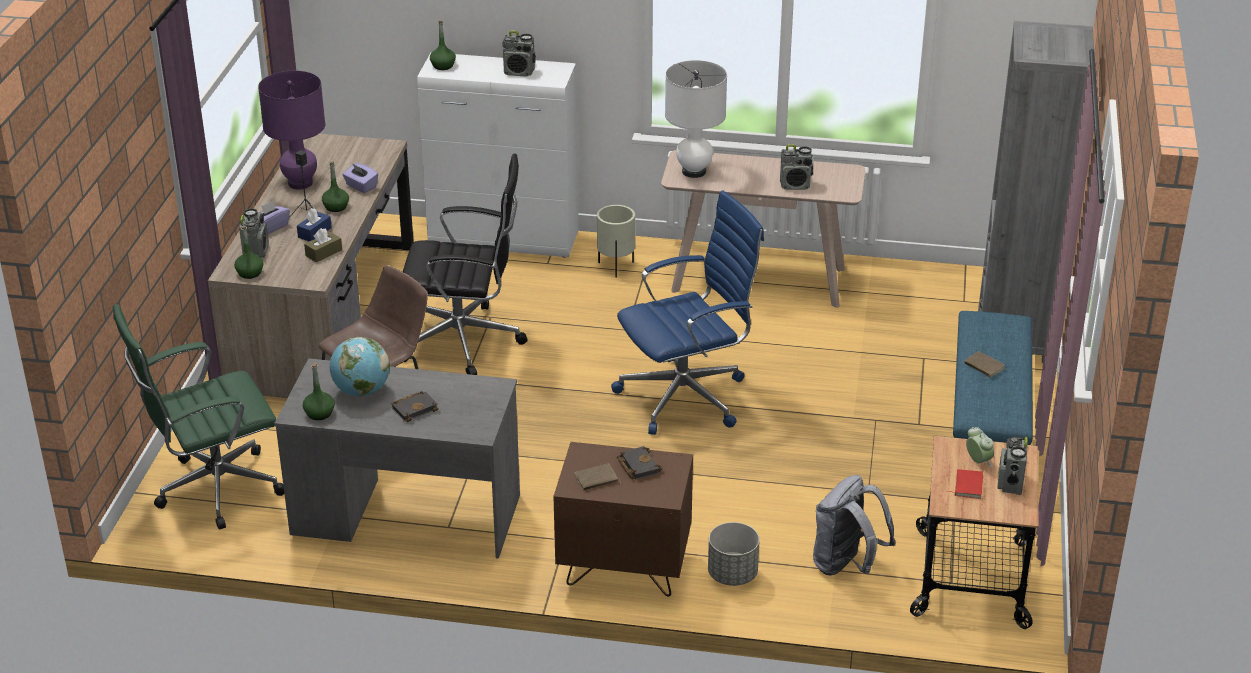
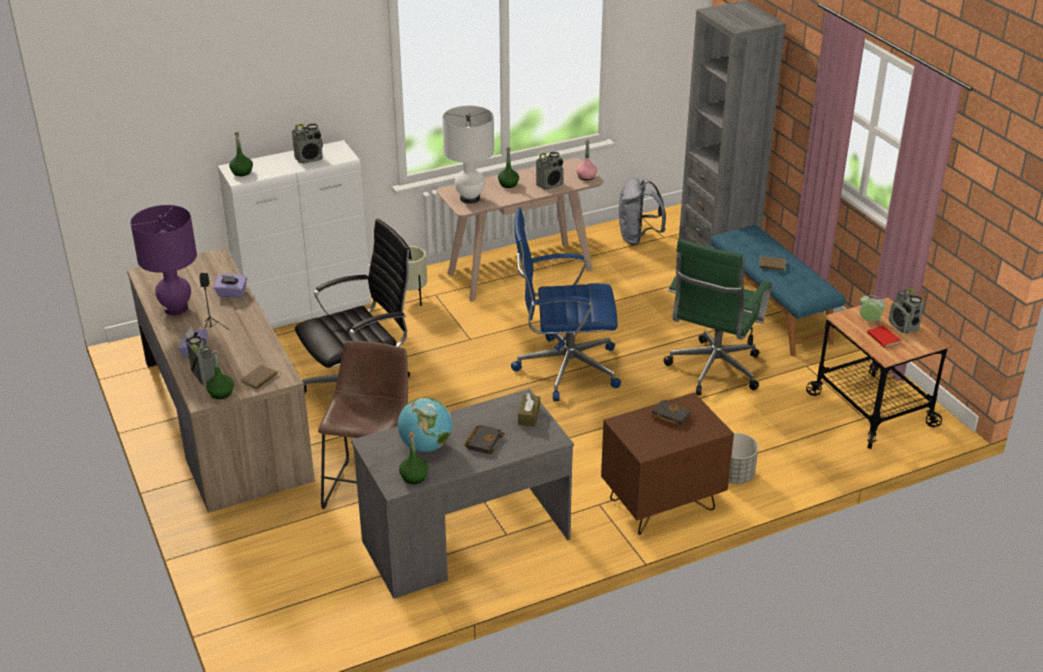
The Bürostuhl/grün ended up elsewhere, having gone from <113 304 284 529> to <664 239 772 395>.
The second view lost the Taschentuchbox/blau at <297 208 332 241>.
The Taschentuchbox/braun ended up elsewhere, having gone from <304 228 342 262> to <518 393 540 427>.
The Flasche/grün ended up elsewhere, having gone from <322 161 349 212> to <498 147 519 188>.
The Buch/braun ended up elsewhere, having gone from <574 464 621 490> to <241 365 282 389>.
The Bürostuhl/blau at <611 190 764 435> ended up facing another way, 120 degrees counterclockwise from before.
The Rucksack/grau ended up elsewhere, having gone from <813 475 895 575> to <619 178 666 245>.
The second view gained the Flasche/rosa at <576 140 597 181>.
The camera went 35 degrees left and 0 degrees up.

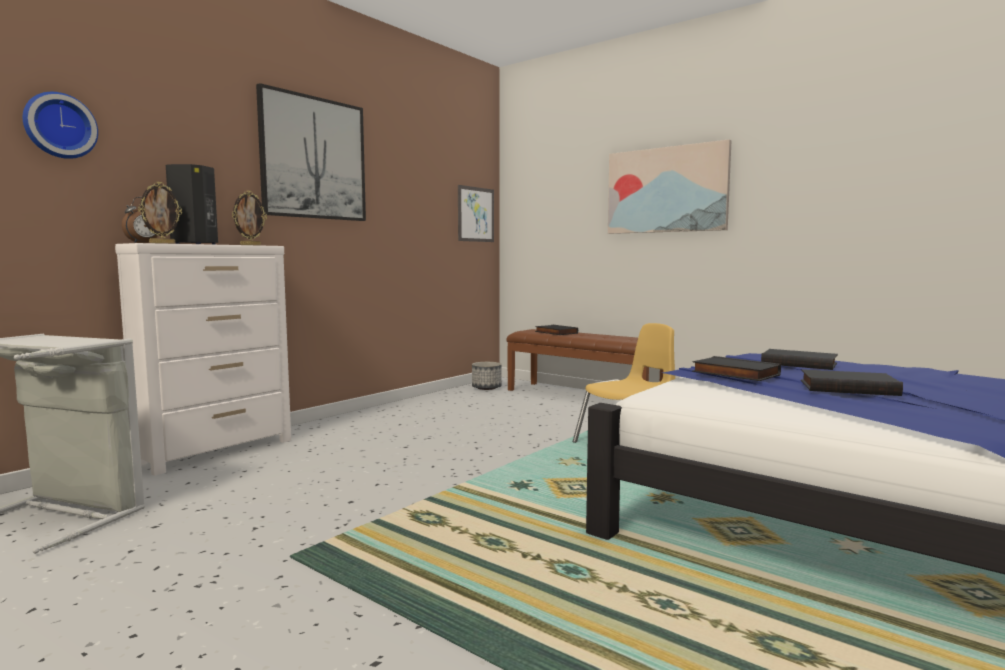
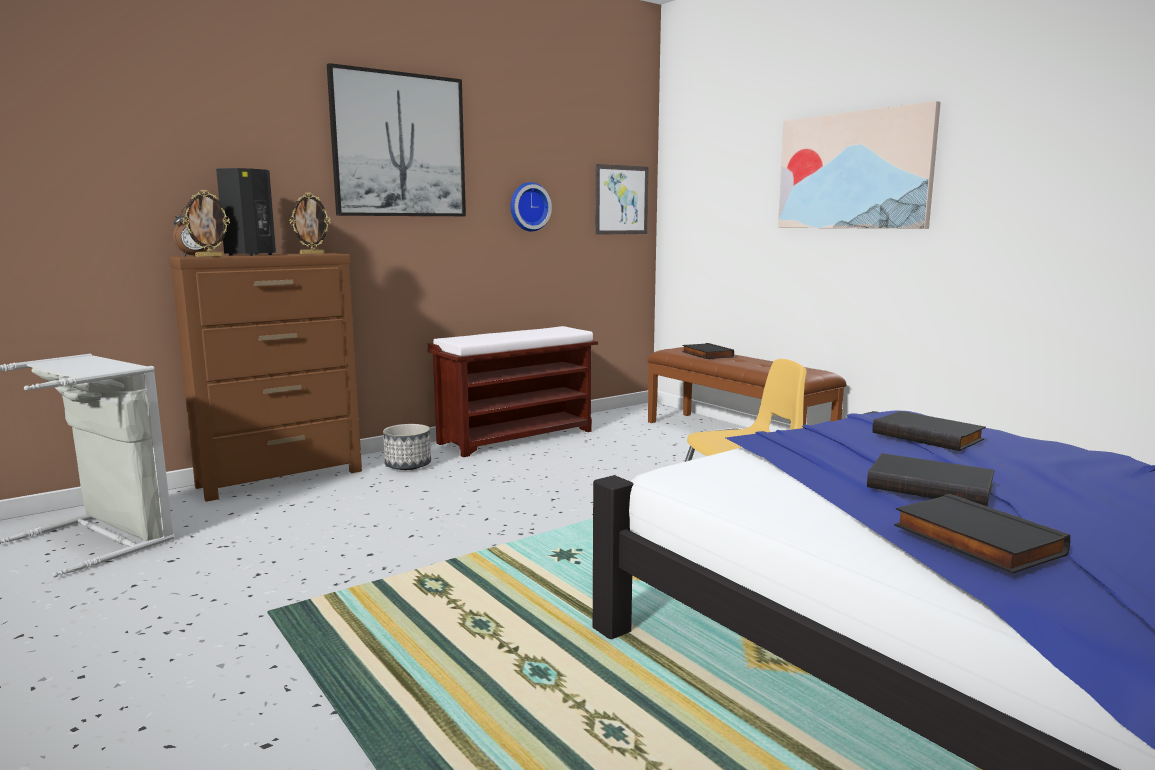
The Wanduhr ended up elsewhere, having gone from <23 92 98 159> to <511 182 552 232>.
What was the Kommode/weiß at <115 243 291 476> turned into the Kommode/braun at <169 253 362 502>.
The Pflanzkübel ended up elsewhere, having gone from <472 362 502 390> to <383 424 431 470>.
The Buch/schwarz ended up elsewhere, having gone from <692 356 781 381> to <894 494 1070 574>.
The second view gained the Bank/braun at <427 326 598 457>.
The camera went 15 degrees right and 5 degrees up.

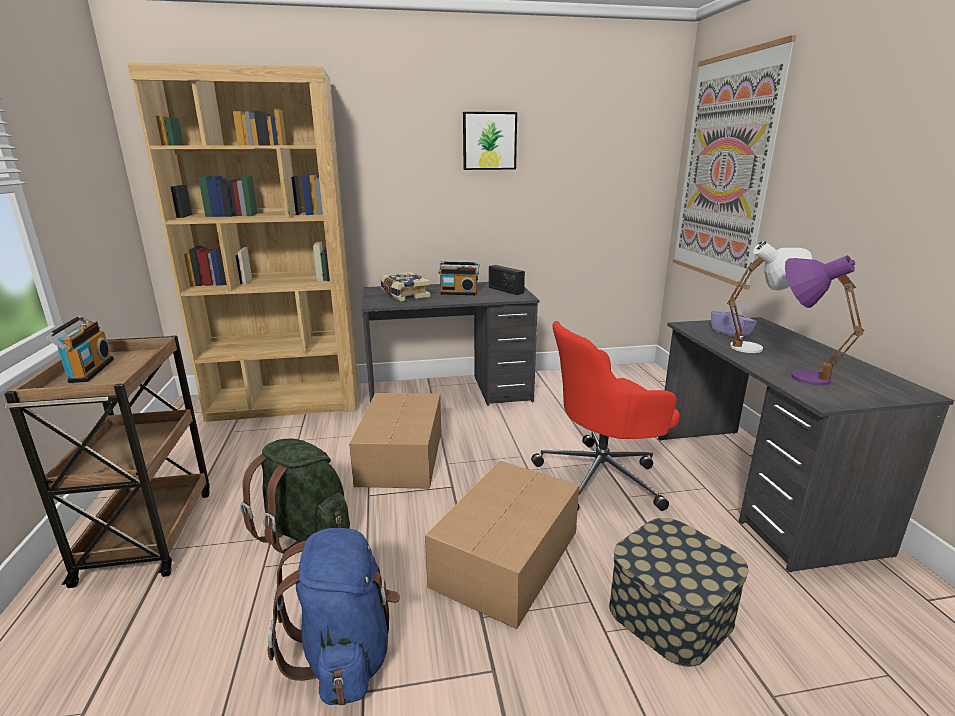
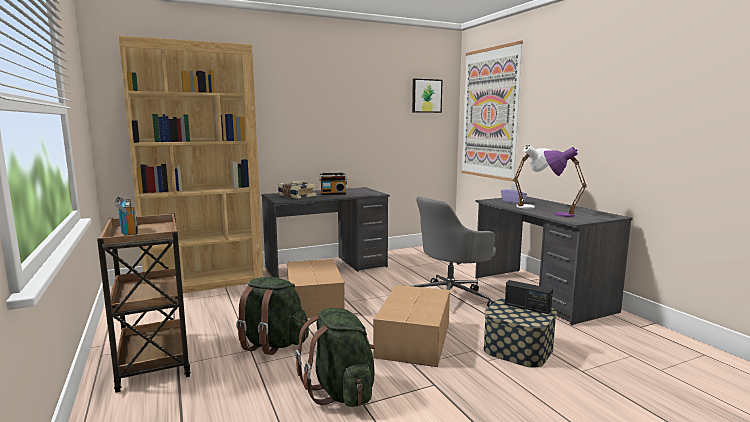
What was the Rucksack/blau at <268 528 400 705> turned into the Rucksack/grün at <295 308 375 407>.
The Bild ended up elsewhere, having gone from <463 112 517 170> to <412 79 443 113>.
The Radio ended up elsewhere, having gone from <489 265 525 295> to <505 280 553 314>.
What was the Bürostuhl/rot at <531 321 680 511> turned into the Bürostuhl/grau at <412 196 496 307>.
The camera went 15 degrees left and 10 degrees down.

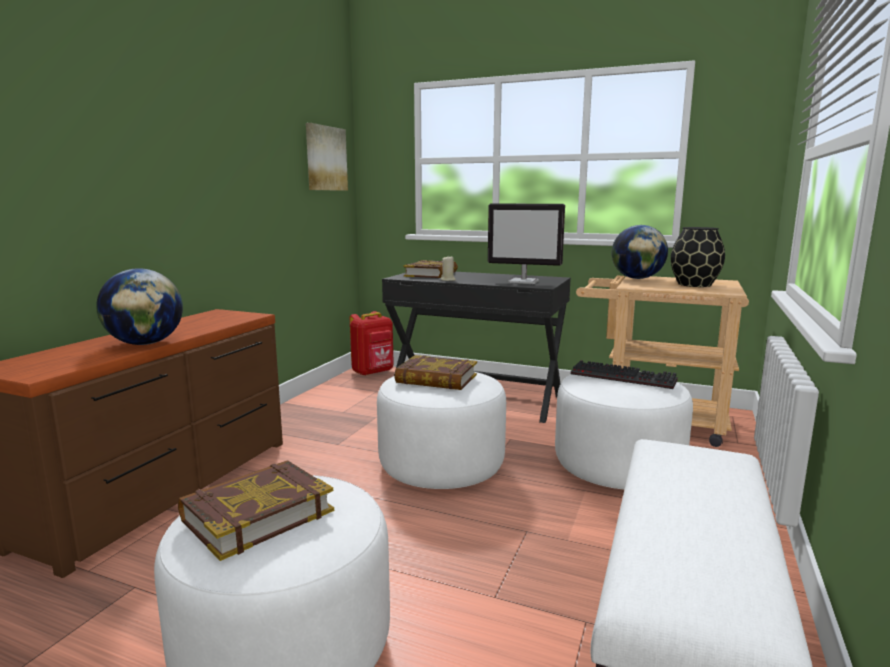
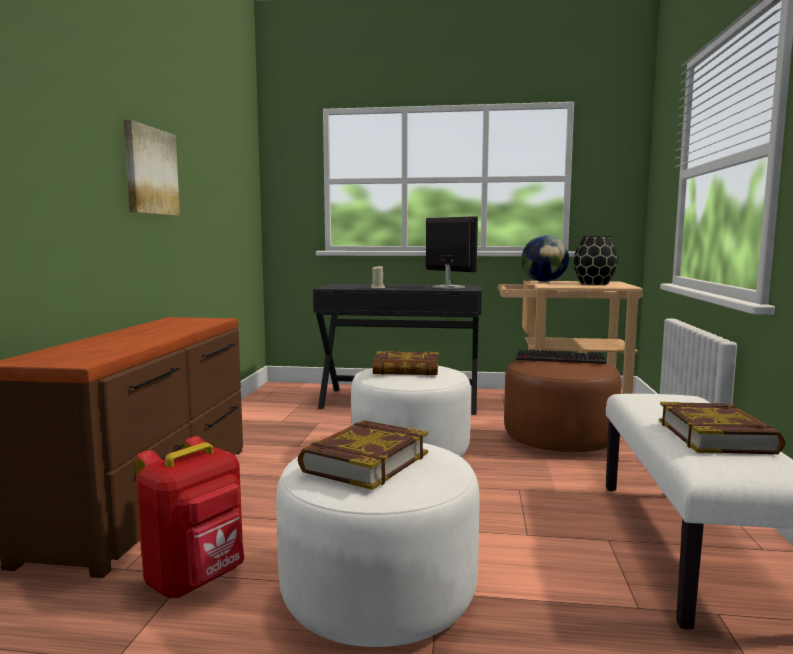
The second view lost the Globus at <96 268 183 345>.
The Bild ended up elsewhere, having gone from <306 123 348 191> to <123 120 180 216>.
The Rucksack/rot ended up elsewhere, having gone from <350 311 394 376> to <135 436 244 598>.
The Buch ended up elsewhere, having gone from <404 260 458 278> to <659 402 786 454>.
The Monitor at <488 203 565 284> ended up facing another way, 135 degrees counterclockwise from before.
What was the Polsterhocker/weiß at <555 374 693 490> turned into the Polsterhocker/braun at <504 360 621 452>.
The camera went 15 degrees left and 5 degrees down.

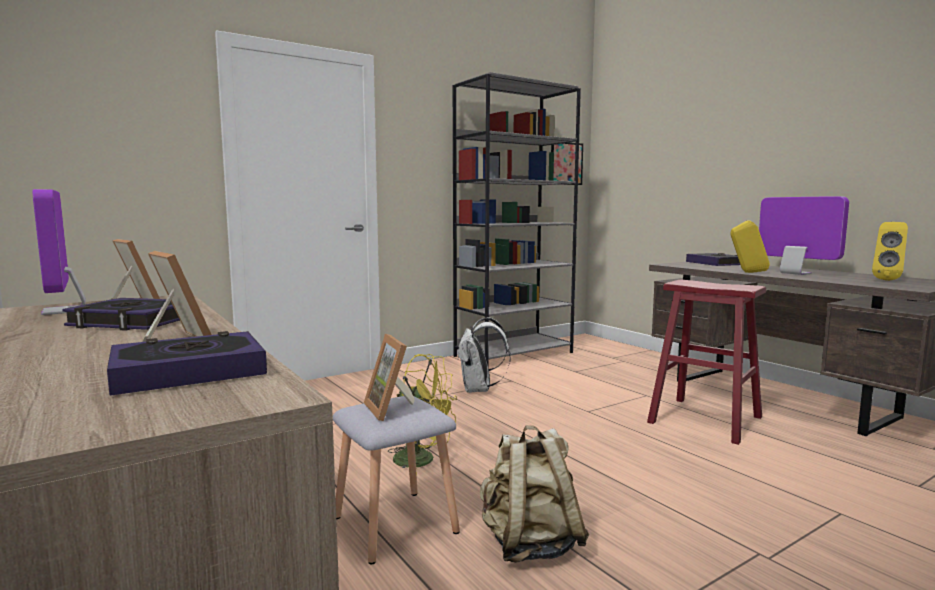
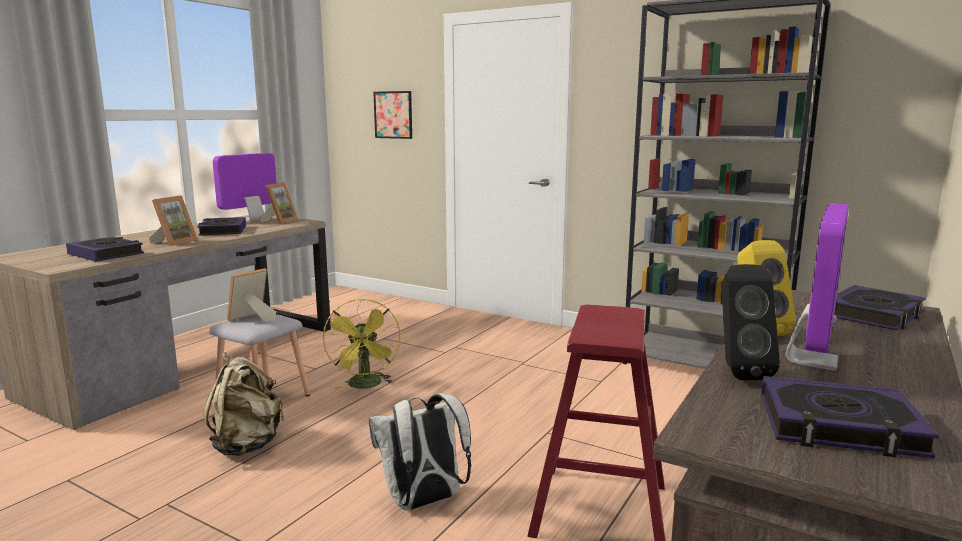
The Rucksack/weiß ended up elsewhere, having gone from <457 317 511 393> to <369 393 471 510>.
The Bild ended up elsewhere, having gone from <551 142 583 185> to <373 91 412 139>.
Where the Lautsprecher/gelb stood at <872 222 908 281>, the Buch came to stand at <761 376 939 458>.
The second view gained the Lautsprecher/schwarz at <722 264 780 380>.
The camera went 65 degrees right and 5 degrees up.

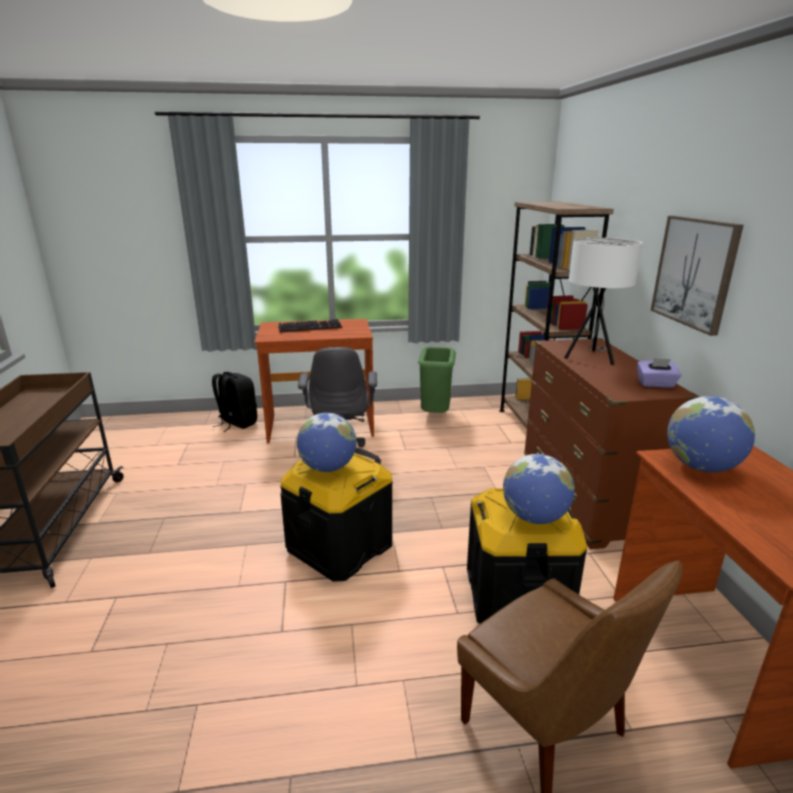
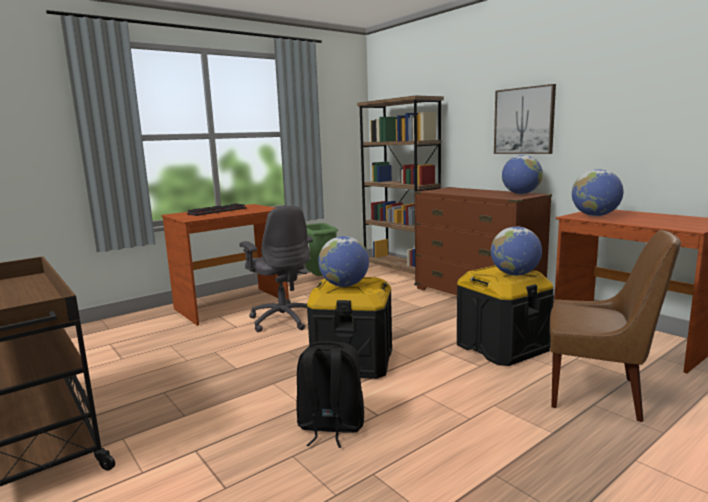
The Rucksack/schwarz ended up elsewhere, having gone from <212 372 257 432> to <296 341 364 448>.
The second view lost the Tischlampe/weiß at <564 238 643 365>.
Where the Taschentuchbox/lila stood at <637 358 681 388>, the Globus came to stand at <502 155 543 194>.
The camera went 30 degrees left and 10 degrees down.

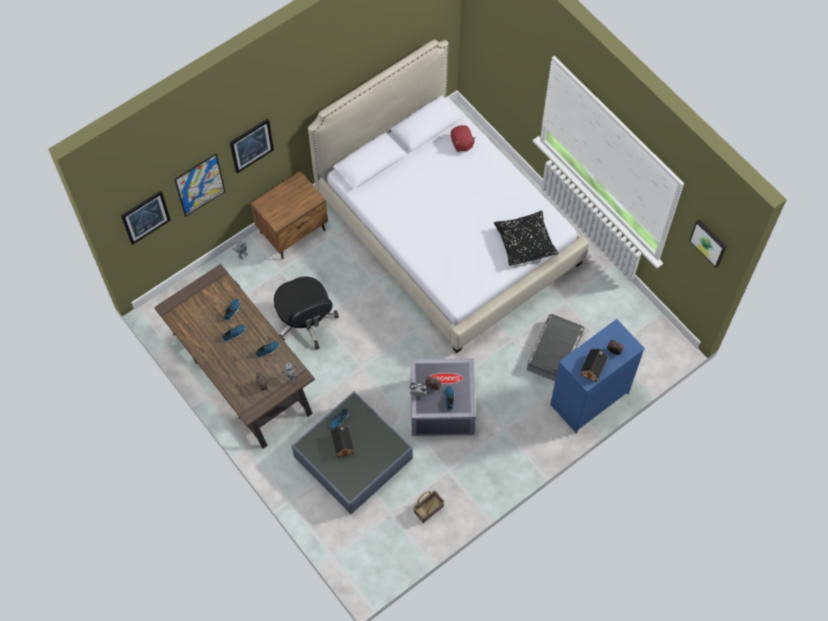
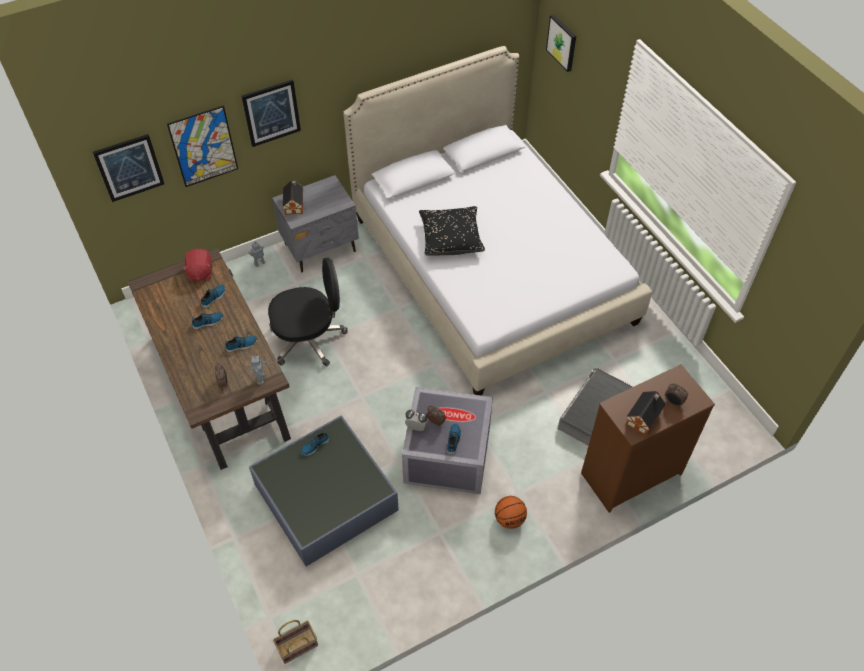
What was the Nachttisch/braun at <251 171 328 259> turned into the Nachttisch/grau at <272 175 359 273>.
The Bürostuhl/schwarz at <274 277 339 349> ended up facing another way, 90 degrees counterclockwise from before.
The Spielzeughaus ended up elsewhere, having gone from <331 425 354 457> to <282 180 303 215>.
The Korb ended up elsewhere, having gone from <413 490 445 523> to <273 620 318 664>.
The Plüschtier/rot ended up elsewhere, having gone from <451 125 475 152> to <182 249 212 281>.
The Kissen/schwarz ended up elsewhere, having gone from <494 211 558 266> to <419 206 485 255>.
What was the Kommode/blau at <550 319 645 433> turned into the Kommode/braun at <581 364 715 513>.
The Bild ended up elsewhere, having gone from <689 220 727 268> to <546 14 576 72>.
The second view gained the Basketball at <495 496 527 529>.
The camera went 10 degrees right and 10 degrees down.

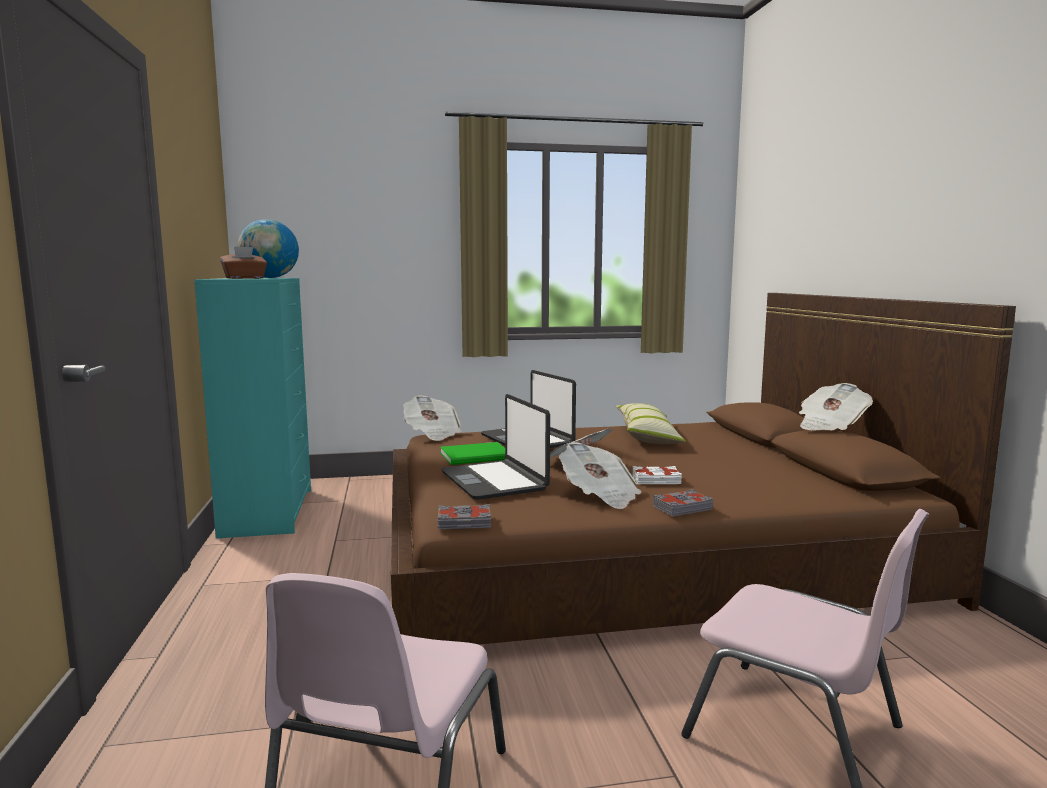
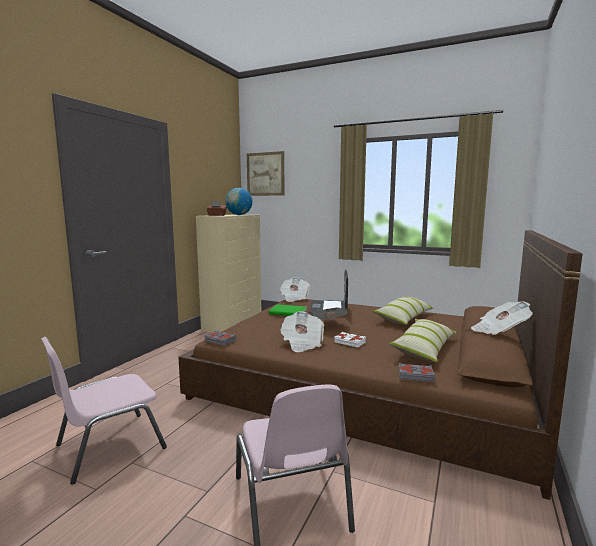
What was the Kommode/türkis at <194 278 311 538> turned into the Kommode/beige at <195 215 261 332>.
The second view lost the Laptop at <441 394 550 500>.
The Buch/grau ended up elsewhere, having gone from <653 489 713 517> to <399 363 435 382>.
The second view gained the Bild at <247 151 285 196>.
The second view gained the Kissen at <389 319 457 362>.
The camera went 35 degrees right and 0 degrees up.

